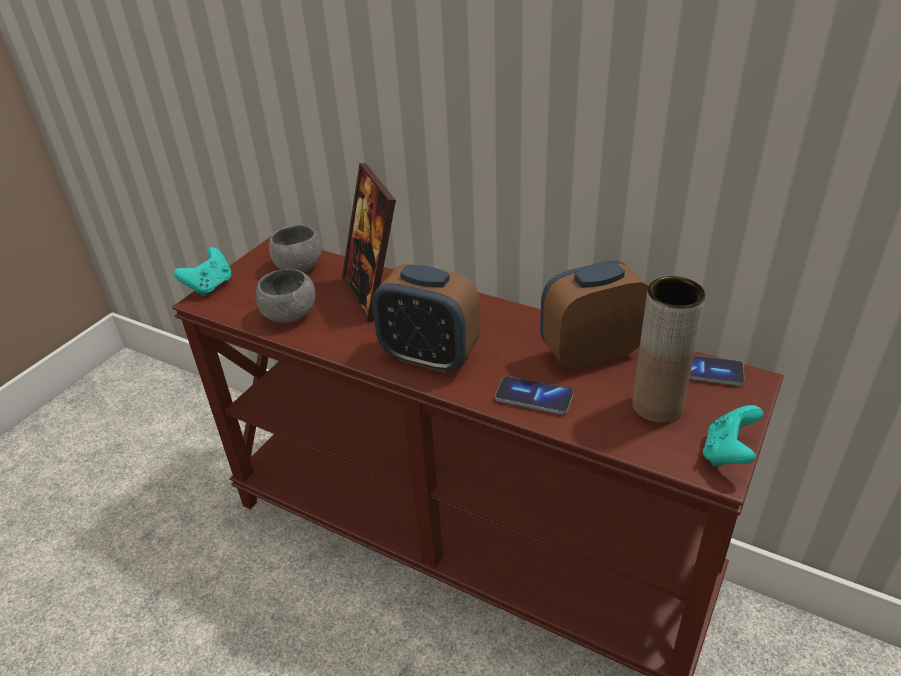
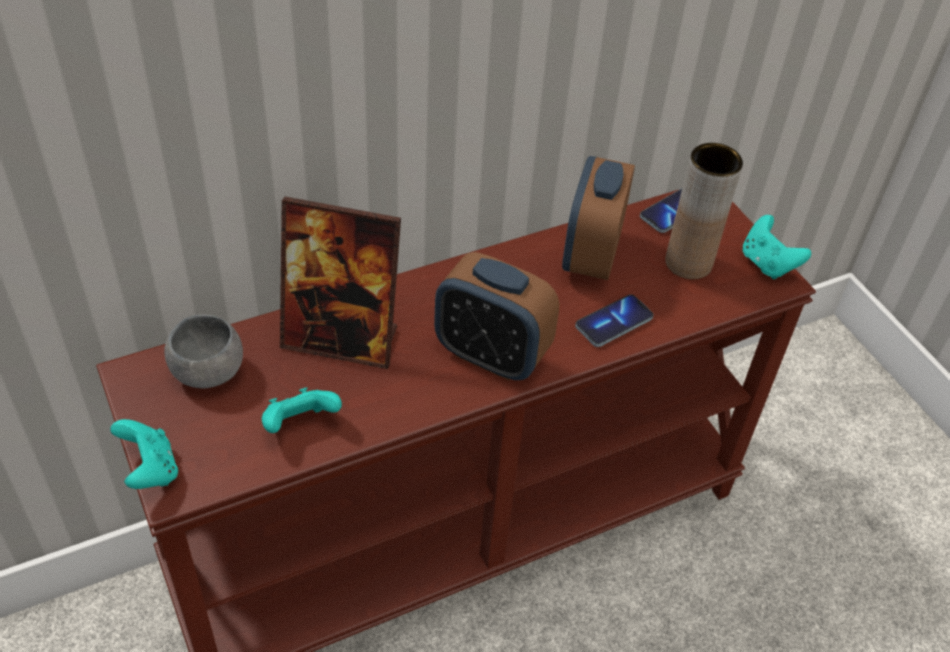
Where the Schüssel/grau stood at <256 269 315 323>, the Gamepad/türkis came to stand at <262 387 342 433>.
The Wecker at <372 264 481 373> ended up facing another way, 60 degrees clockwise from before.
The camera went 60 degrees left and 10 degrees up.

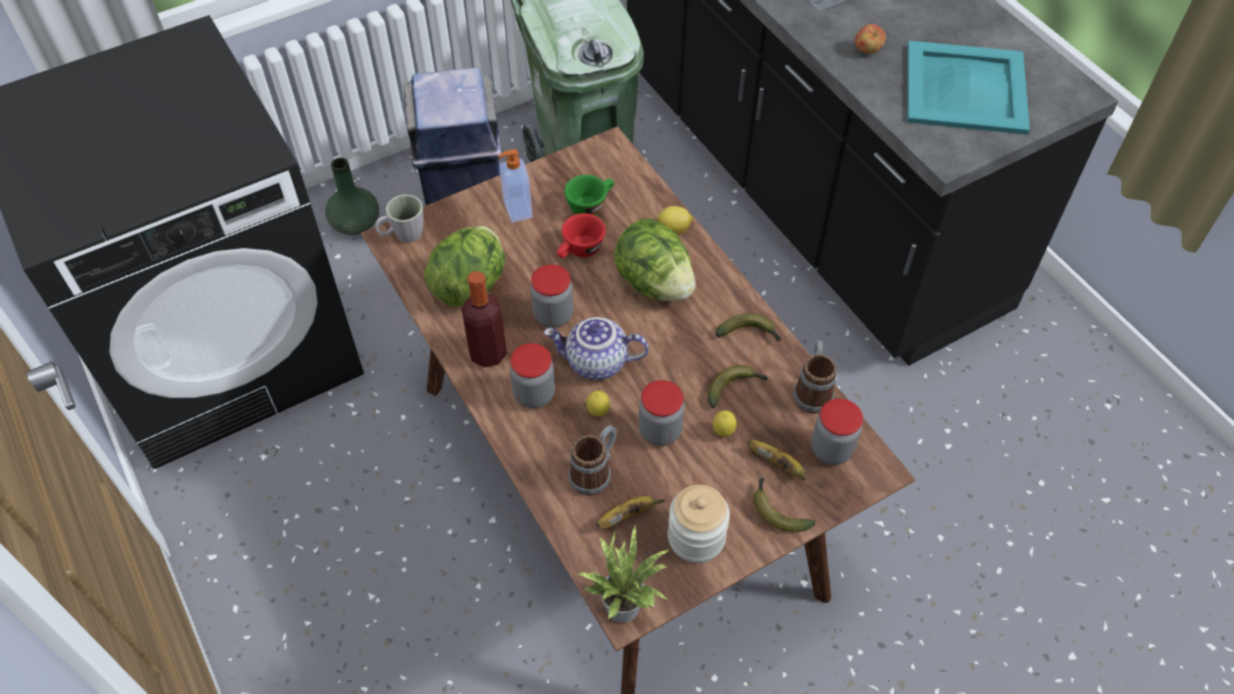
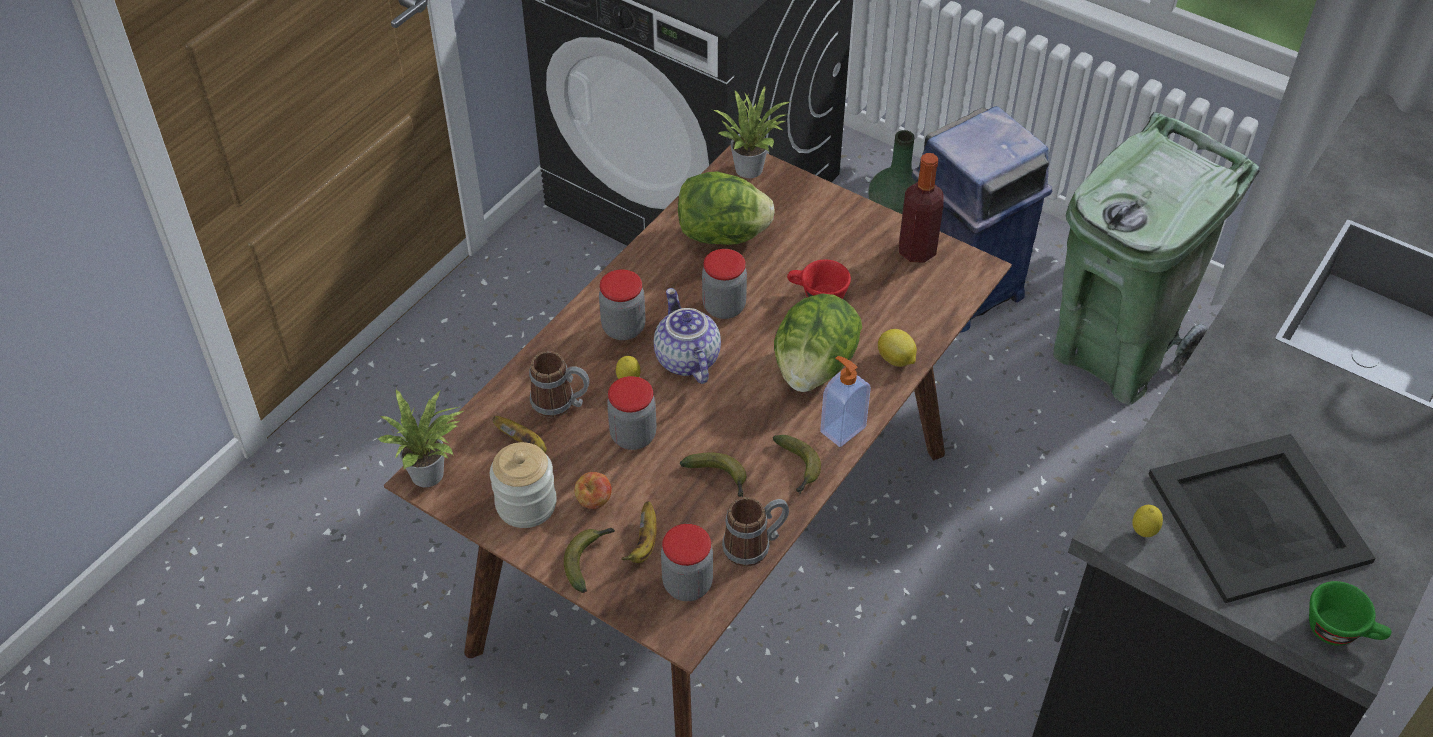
Where the Henkelbecher/grau stood at <375 194 423 243>, the Topfpflanze came to stand at <714 85 789 178>.
The Flasche ended up elsewhere, having gone from <461 271 507 368> to <899 153 944 263>.
The Seifenspender ended up elsewhere, having gone from <498 149 533 223> to <820 356 871 447>.
The Tasse/grün ended up elsewhere, having gone from <564 175 614 215> to <1309 581 1392 646>.
The Zitrone ended up elsewhere, having gone from <713 411 737 437> to <1132 505 1163 537>.
The Apfel ended up elsewhere, having gone from <855 24 886 54> to <574 472 612 509>.
What was the Tablett/türkis at <907 41 1030 135> turned into the Tablett/schwarz at <1149 434 1376 603>.
The camera went 65 degrees right and 5 degrees down.

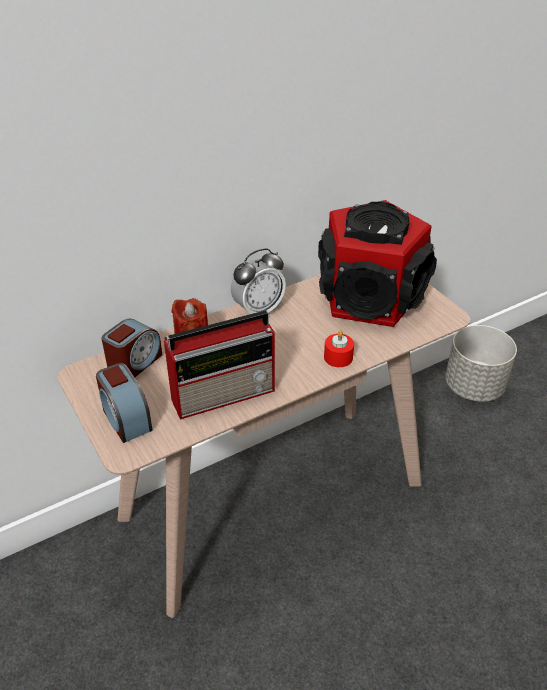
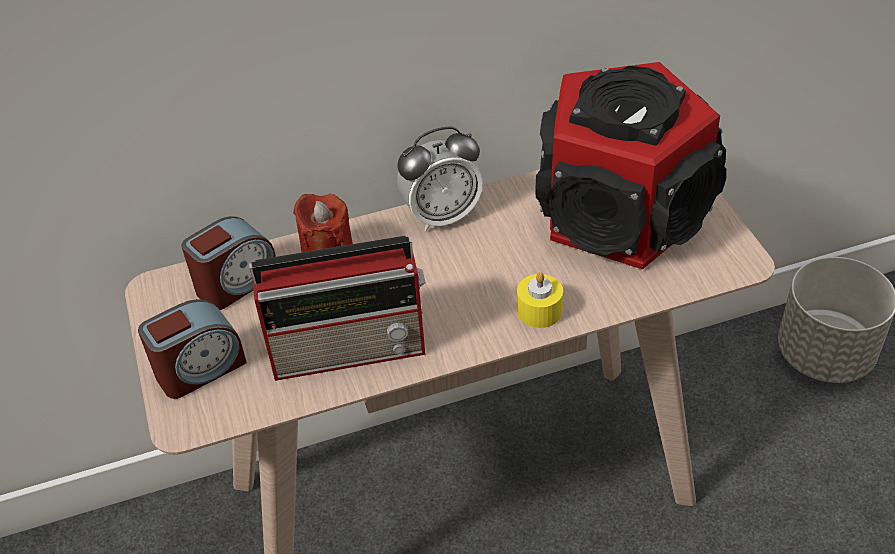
The Wecker at <96 363 153 443> ended up facing another way, 105 degrees counterclockwise from before.
What was the Kerze/rot at <324 330 354 367> turned into the Kerze/gelb at <517 272 563 328>.
The camera went 15 degrees right and 5 degrees up.

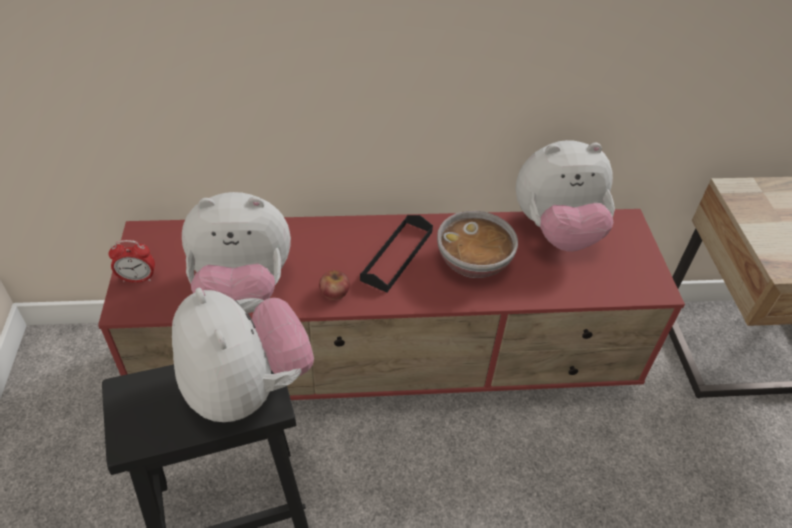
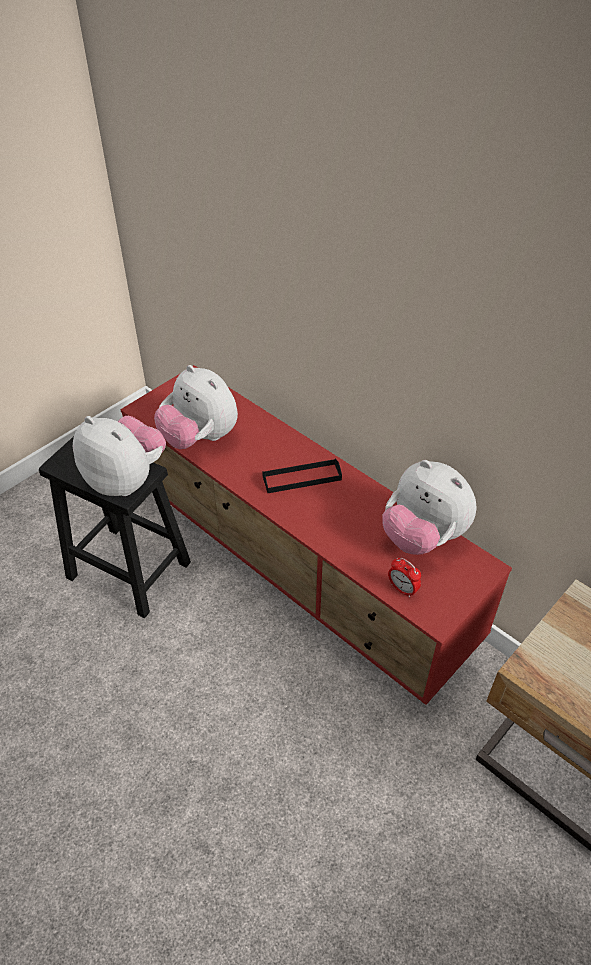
The Wecker ended up elsewhere, having gone from <108 240 155 283> to <388 558 421 598>.
The Plüschtier at <172 288 314 422> ended up facing another way, 75 degrees counterclockwise from before.
The second view lost the Apfel at <319 270 350 300>.
The second view lost the Schüssel at <437 211 518 278>.
The camera went 50 degrees right and 0 degrees up.

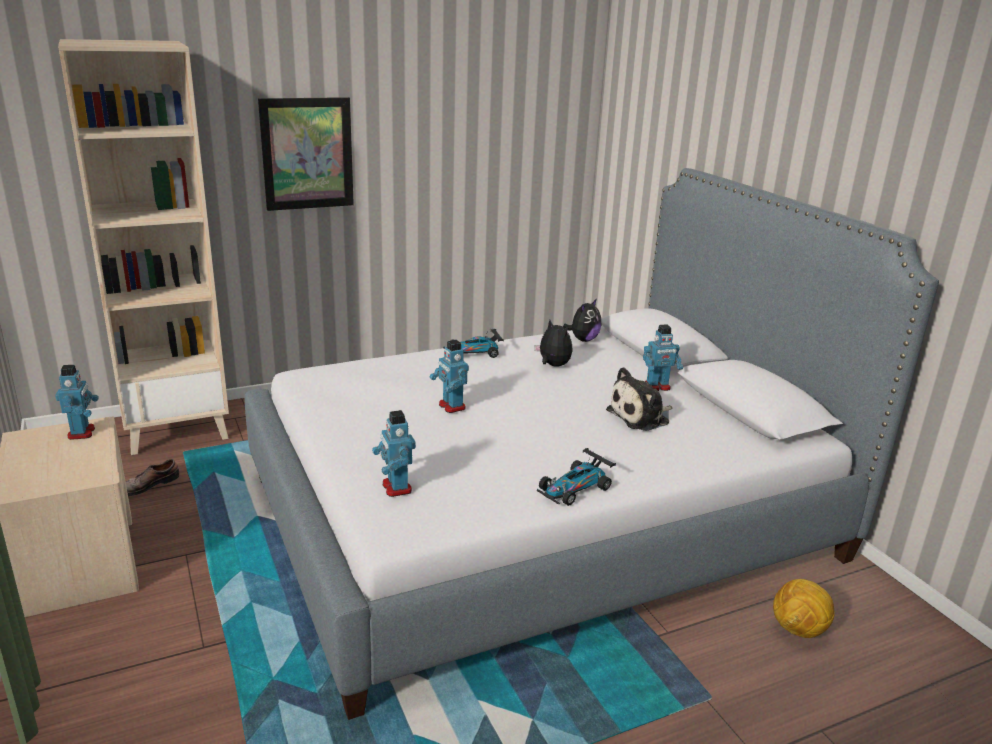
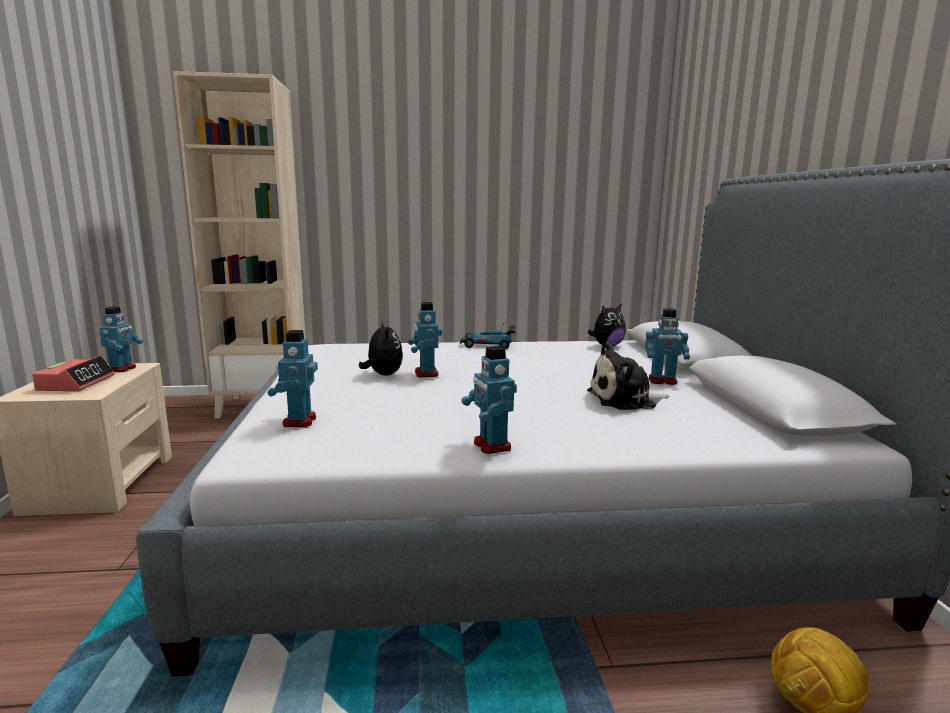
The second view lost the Schuh at <126 459 179 496>.
The second view lost the Bild at <258 97 354 211>.
The Plüschtier ended up elsewhere, having gone from <534 320 573 367> to <359 321 403 375>.
Where the Spielzeugauto stood at <537 448 616 506>, the Spielzeugroboter came to stand at <461 346 517 454>.
The second view gained the Wecker at <32 356 115 391>.
The camera went 20 degrees right and 10 degrees down.

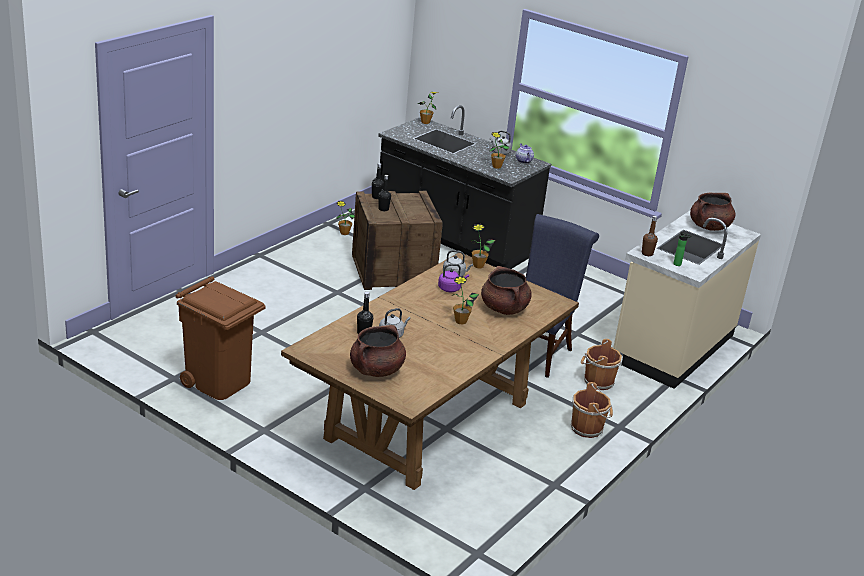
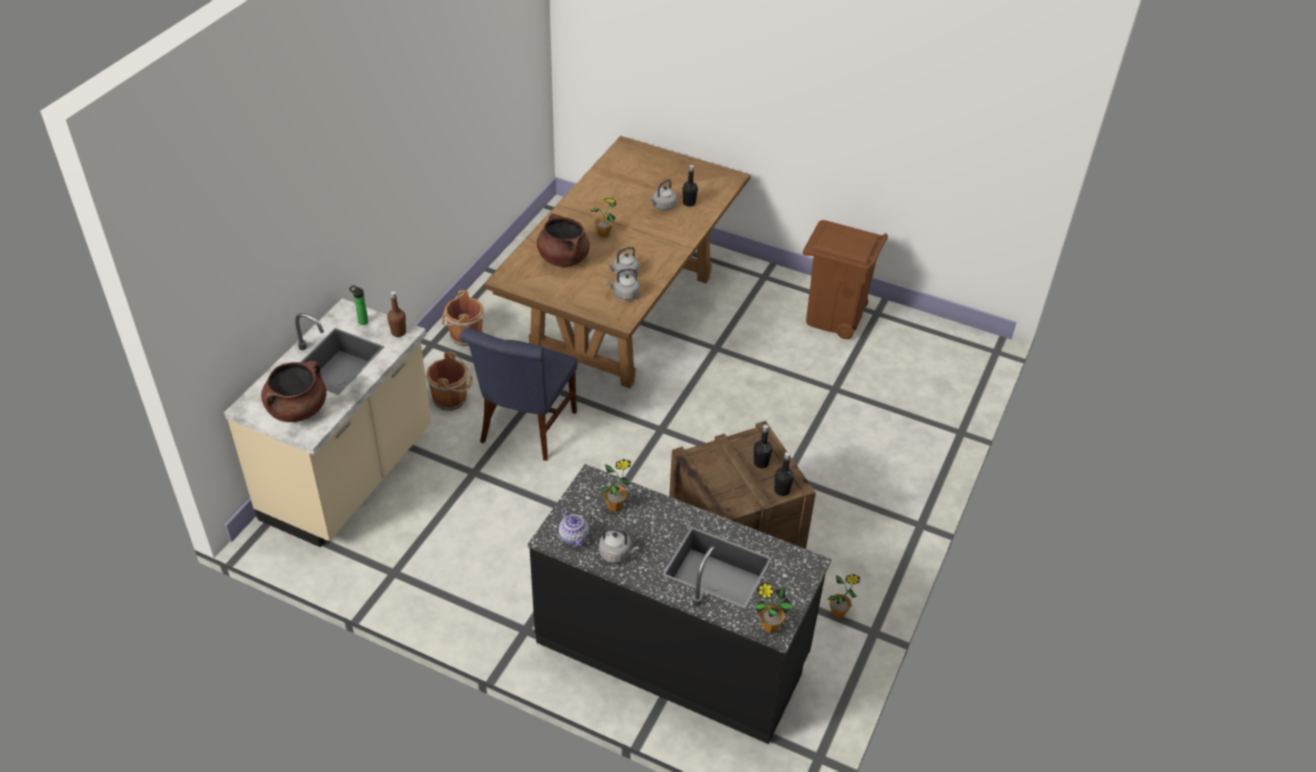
The second view lost the Kochtopf/braun at <350 325 406 377>.
What was the Wasserkessel/lila at <438 264 469 292> turned into the Wasserkessel/grau at <607 247 639 277>.
The second view lost the Topfpflanze at <471 224 495 268>.
The camera went 170 degrees right and 15 degrees up.

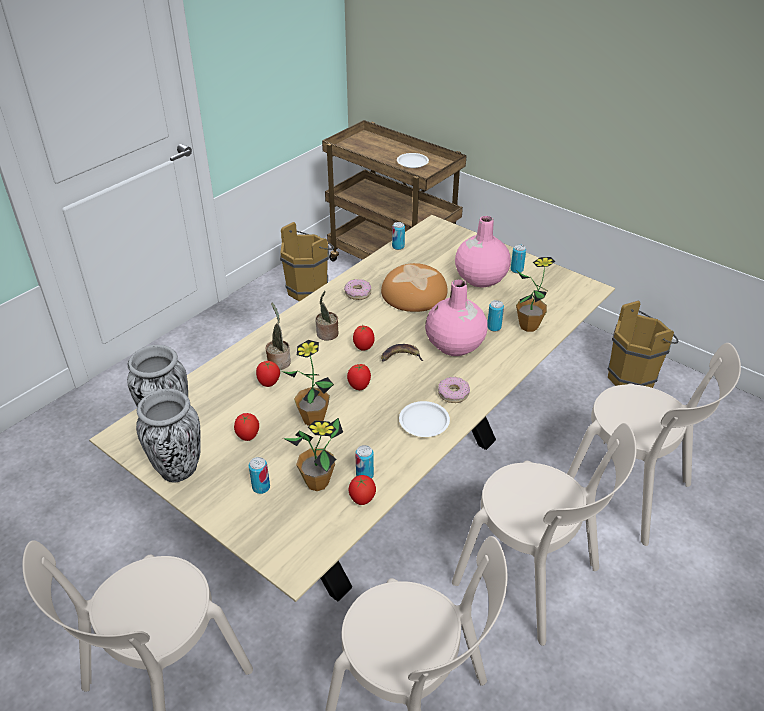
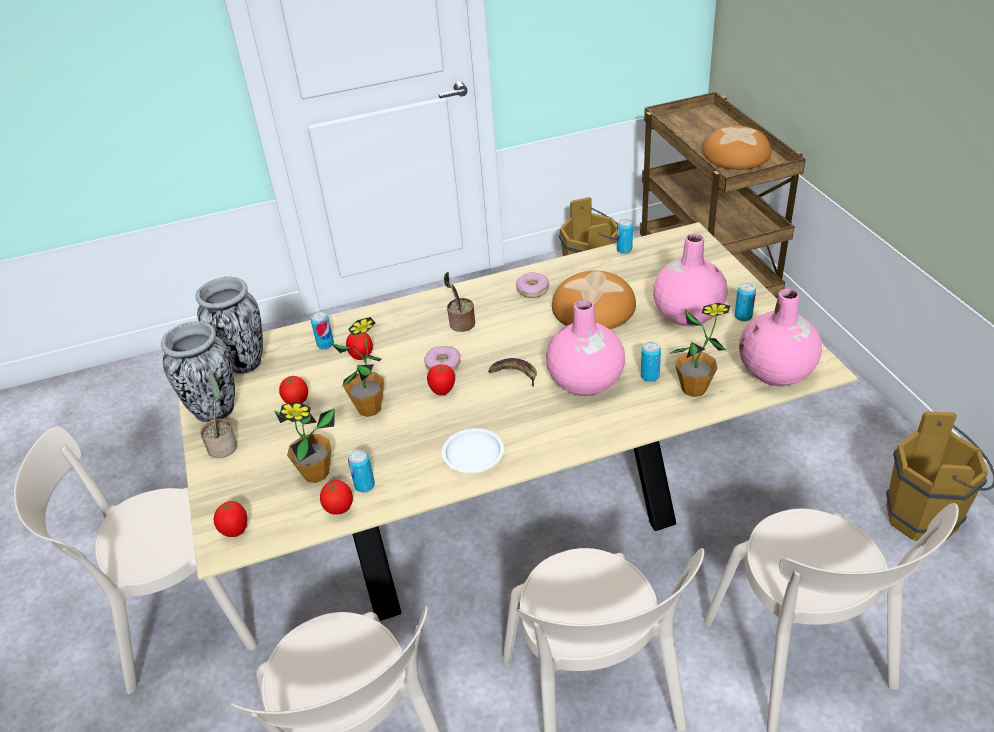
The Dose ended up elsewhere, having gone from <249 457 270 494> to <311 312 334 349>.
The Topfpflanze ended up elsewhere, having gone from <266 302 291 370> to <200 373 237 458>.
The Tomate ended up elsewhere, having gone from <353 326 375 351> to <214 501 247 537>.
Where the Teller/weiß stood at <397 153 429 168>, the Brot came to stand at <703 126 771 170>.
The Donut ended up elsewhere, having gone from <438 377 470 403> to <424 346 461 371>.
The second view gained the Vase/rosa at <739 289 822 386>.
The camera went 35 degrees right and 0 degrees up.

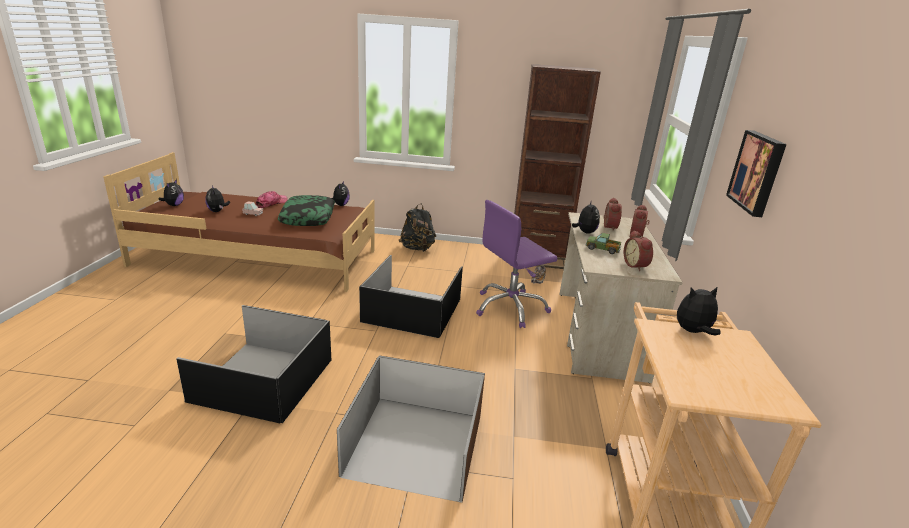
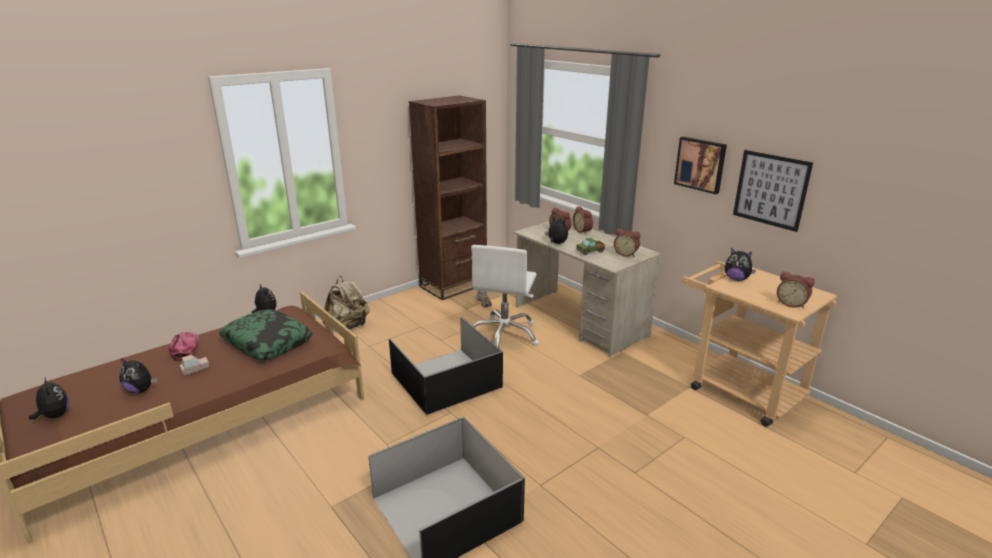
The second view lost the Aufbewahrungsbox/braun at <337 355 485 503>.
What was the Rucksack/schwarz at <399 204 436 252> turned into the Rucksack/beige at <322 276 370 329>.
What was the Bürostuhl/lila at <476 200 558 328> turned into the Bürostuhl/weiß at <471 245 539 348>.
The Plüschtier at <677 286 721 336> ended up facing another way, 90 degrees counterclockwise from before.
The second view gained the Bild at <733 150 813 232>.
The second view gained the Wecker at <777 271 815 309>.
The camera went 45 degrees left and 0 degrees up.

